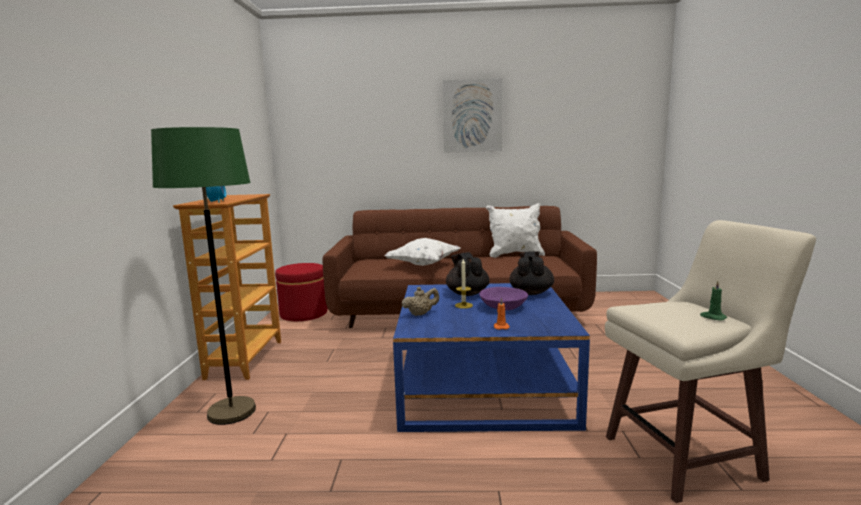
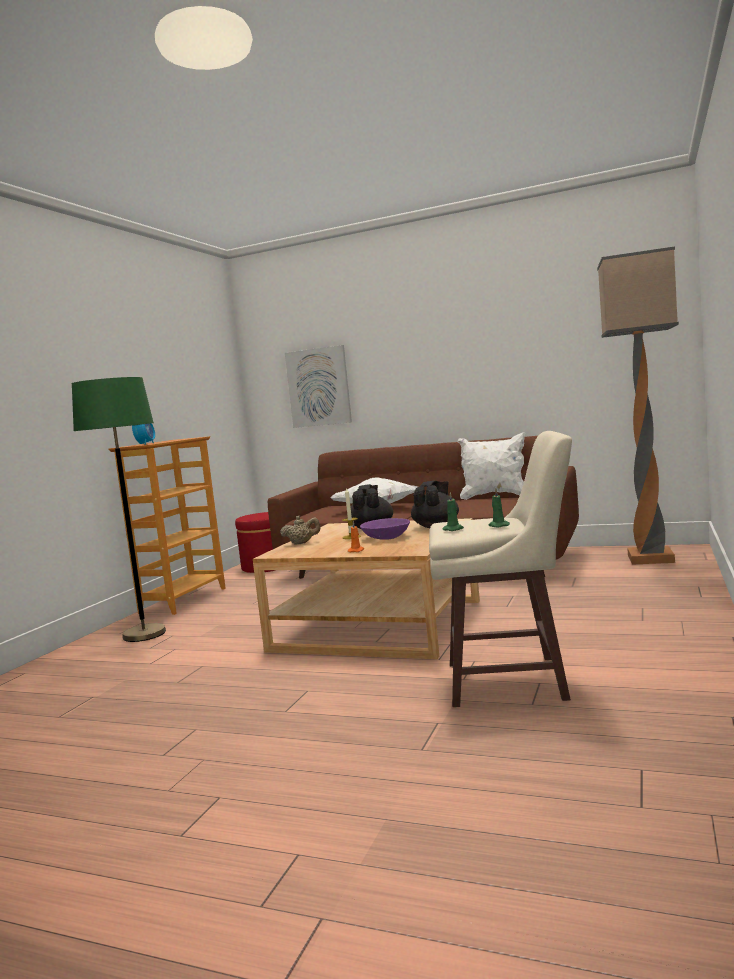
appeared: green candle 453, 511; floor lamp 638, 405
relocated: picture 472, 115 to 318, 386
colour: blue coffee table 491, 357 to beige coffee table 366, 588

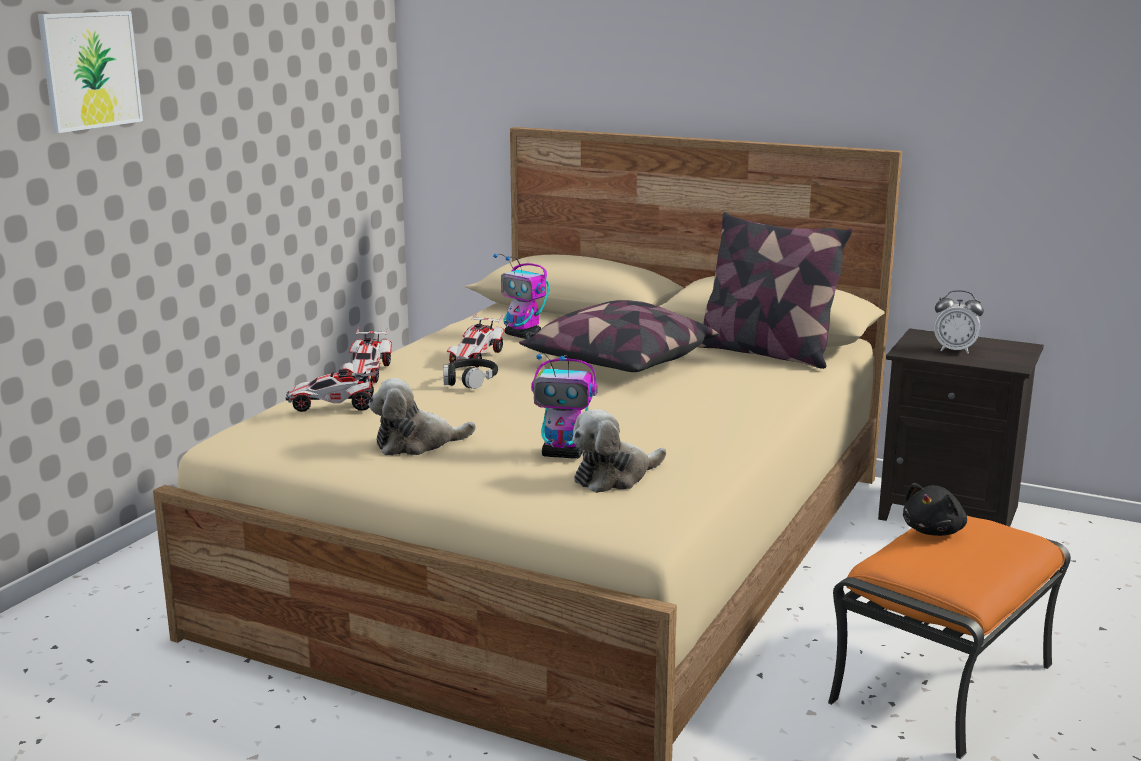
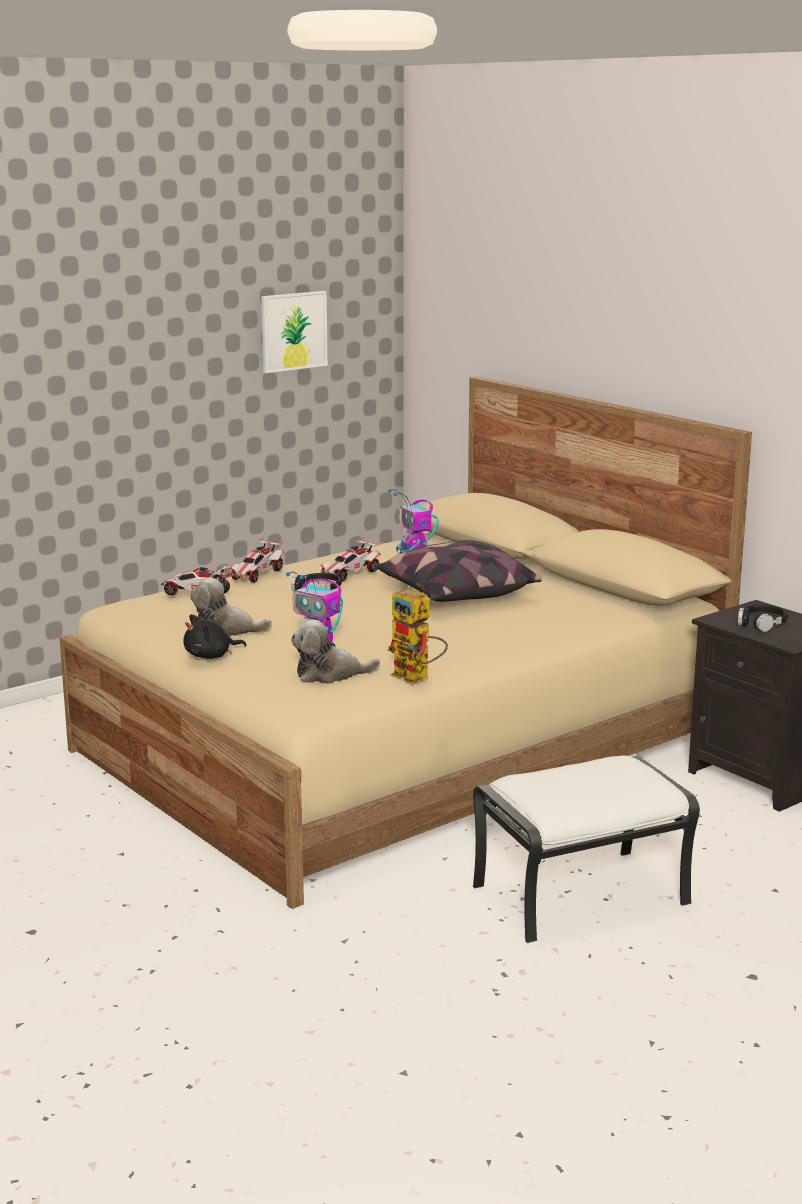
missing: pillow 775, 290
appeared: toy robot 417, 636
relocated: picture 90, 72 to 294, 332; black plush toy 935, 509 to 215, 636
exchanged: alarm clock 959, 322 to black headphones 763, 618
colour: orange ottoman 949, 637 to white ottoman 586, 849

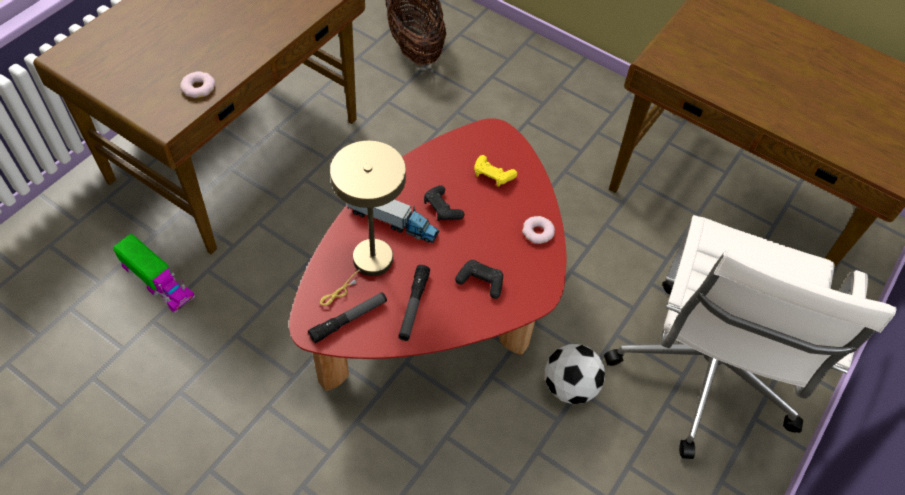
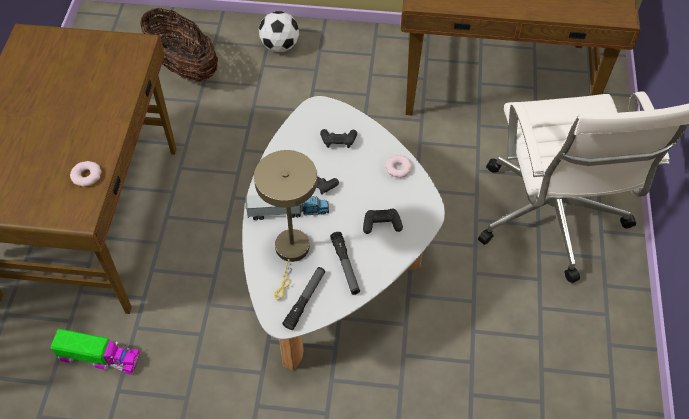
relocated: football 575, 374 to 279, 31
colour: red coffee table 427, 254 to white coffee table 343, 233; yellow game controller 495, 171 to black game controller 338, 138

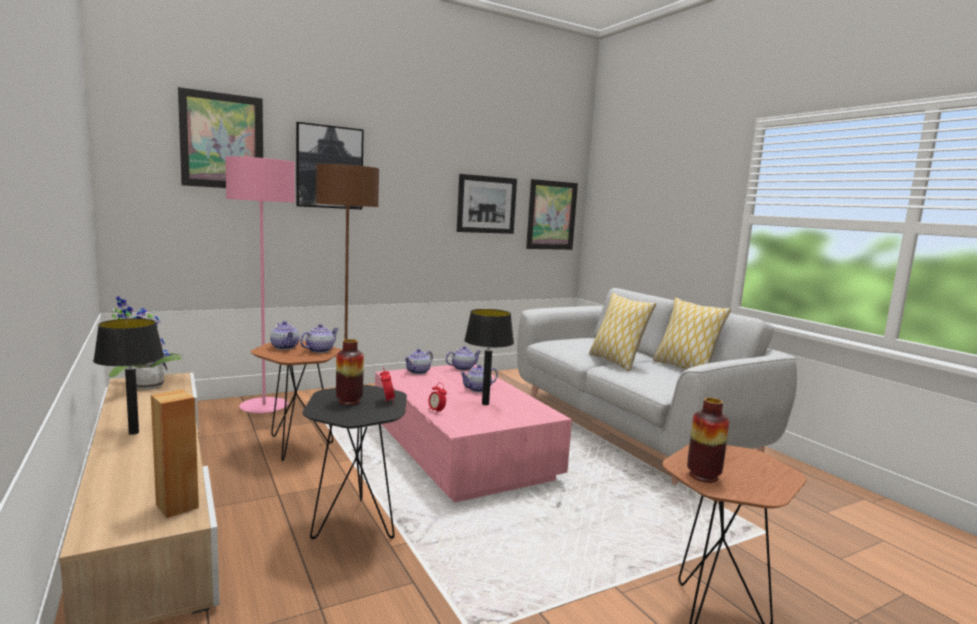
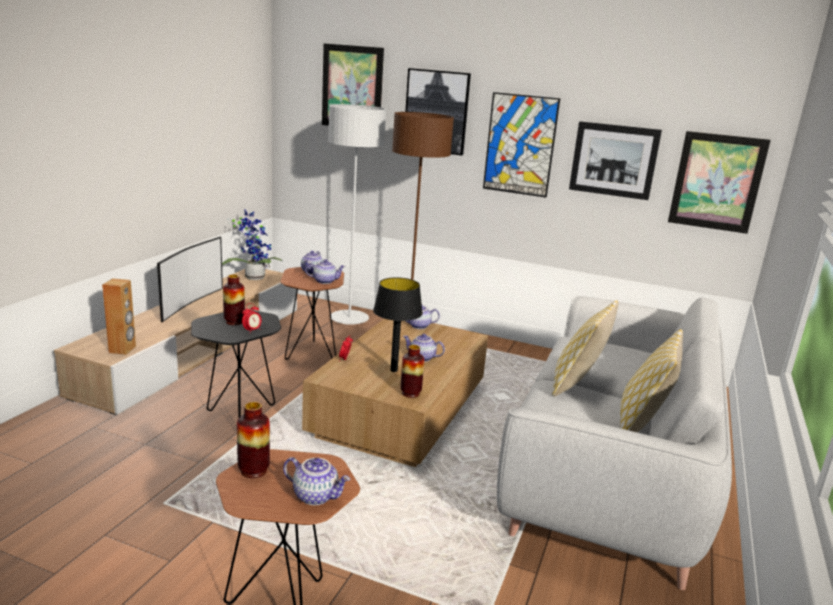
appeared: vase 412, 371; picture 521, 144
relocated: teapot 463, 358 to 316, 481
exchanged: black table lamp 128, 376 to television 190, 279
colour: pink floor lamp 260, 284 to grey floor lamp 357, 214; pink coffee table 473, 434 to brown coffee table 395, 393

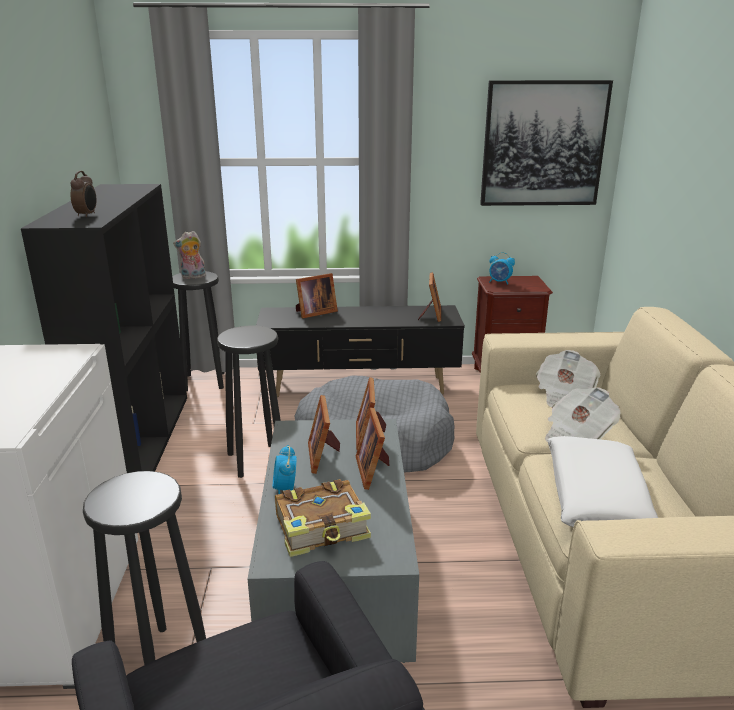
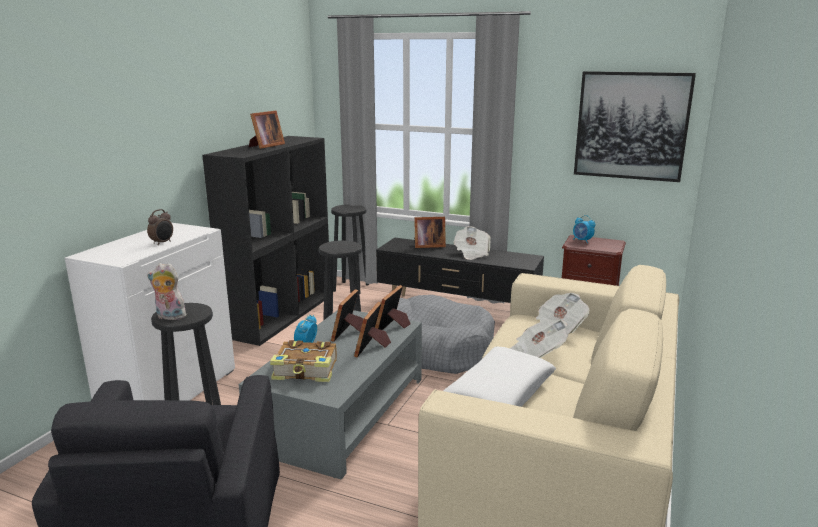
appeared: newspaper 472, 243
relocated: alarm clock 83, 194 to 160, 227; plush toy 189, 255 to 168, 291; picture frame 429, 297 to 267, 130

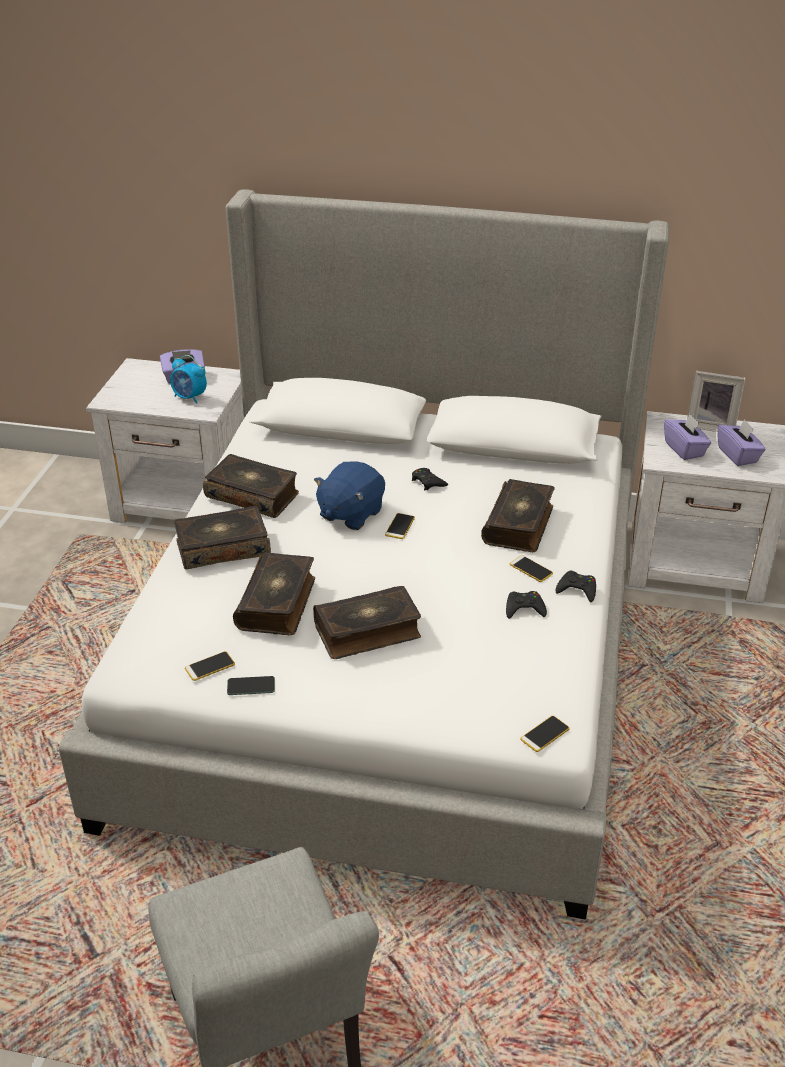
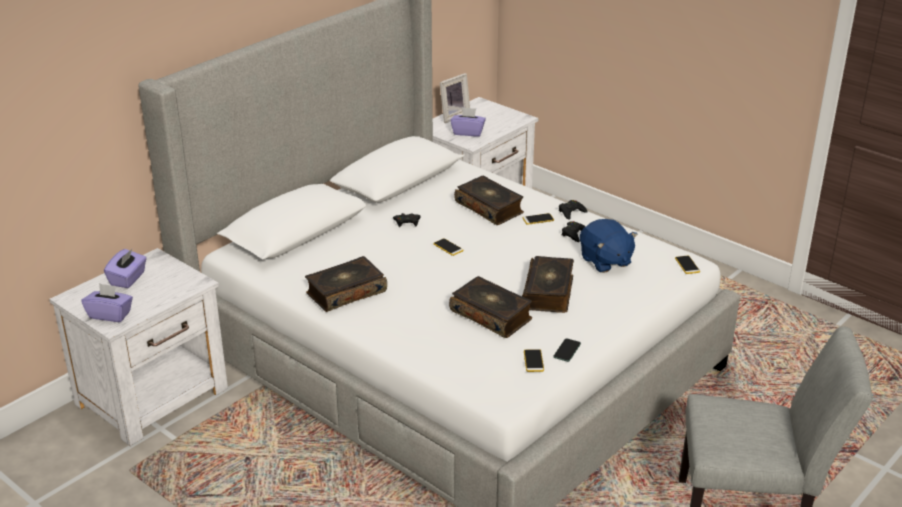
missing: alarm clock 188, 379; book 222, 538
relocated: blue plush toy 349, 495 to 609, 246; purple tissue box 742, 442 to 107, 302

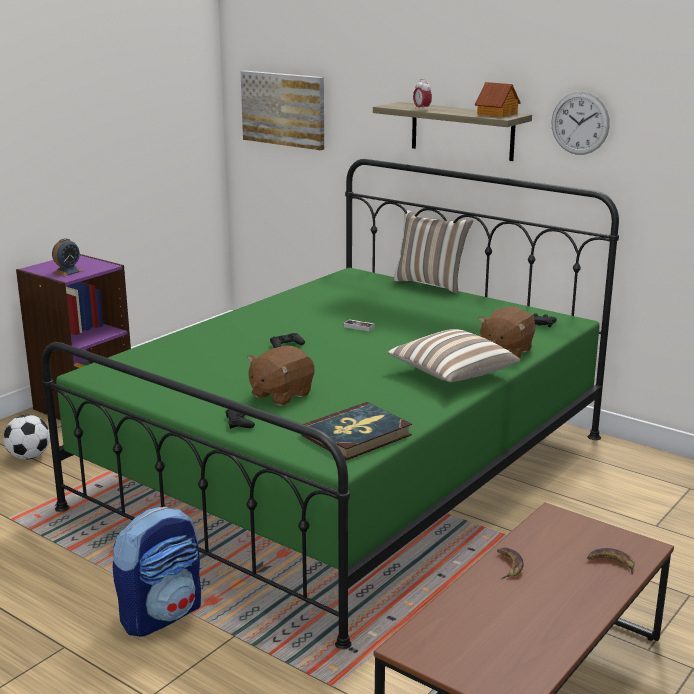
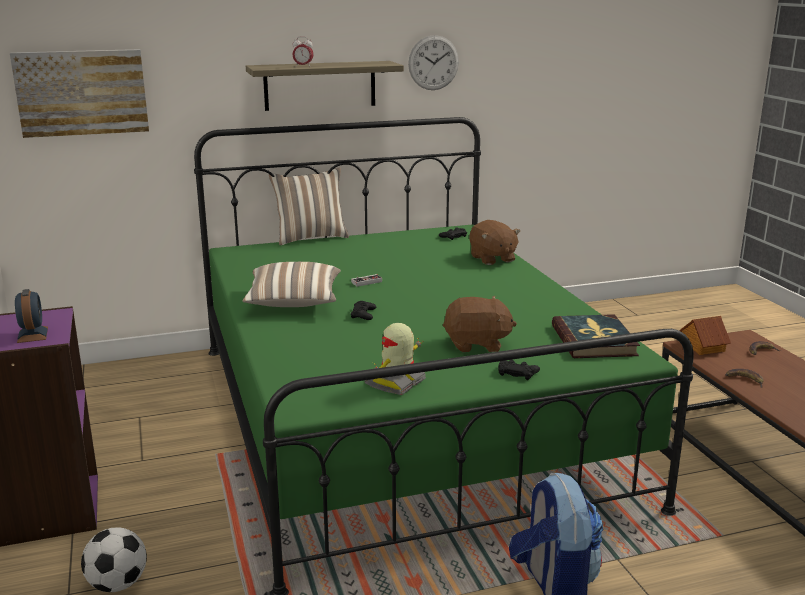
appeared: toy robot 395, 359
relocated: pillow 453, 356 to 292, 284; toy house 497, 99 to 705, 335
spun: brown plush toy 281, 376 = 480, 324 75 degrees counterclockwise

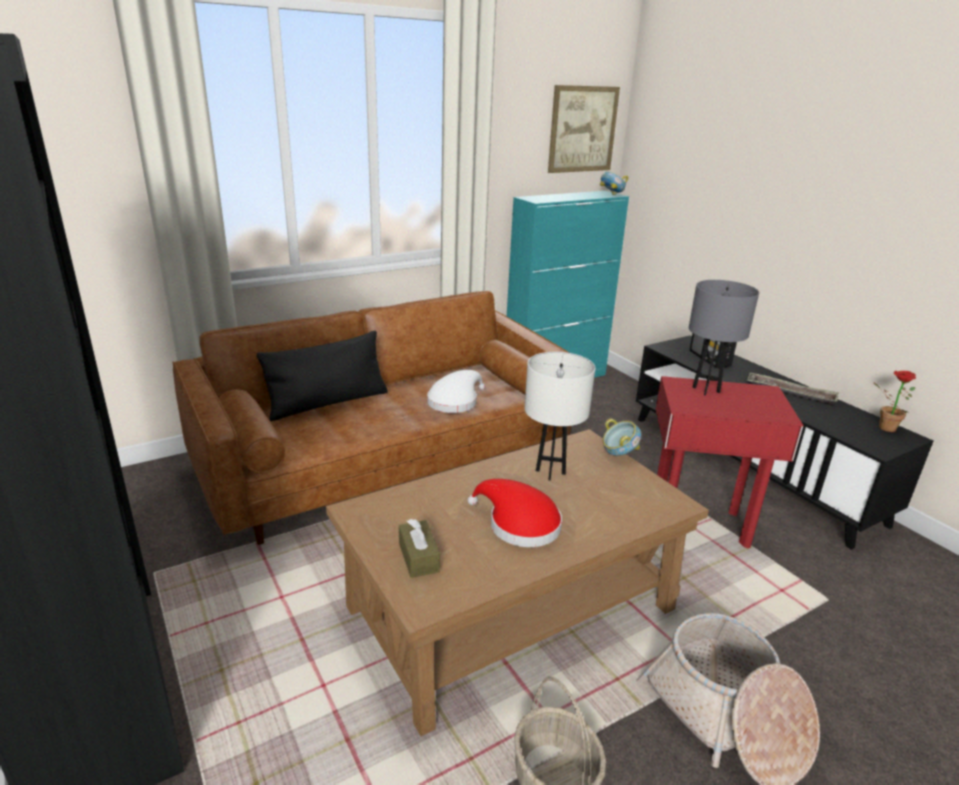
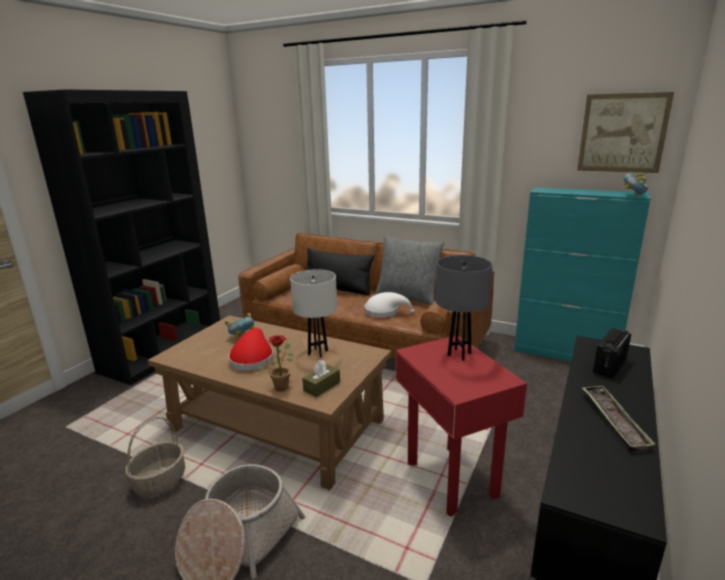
appeared: grey pillow 409, 270
relocated: brown tissue box 419, 548 to 321, 378; bowl 622, 437 to 239, 324; potted plant 894, 401 to 275, 363

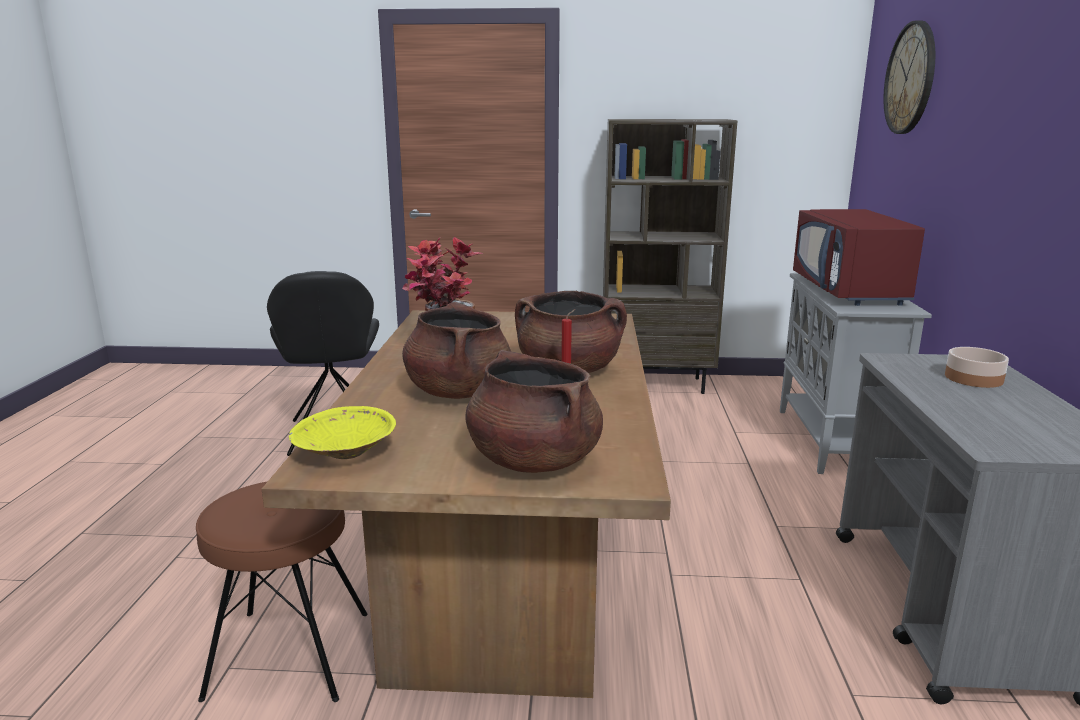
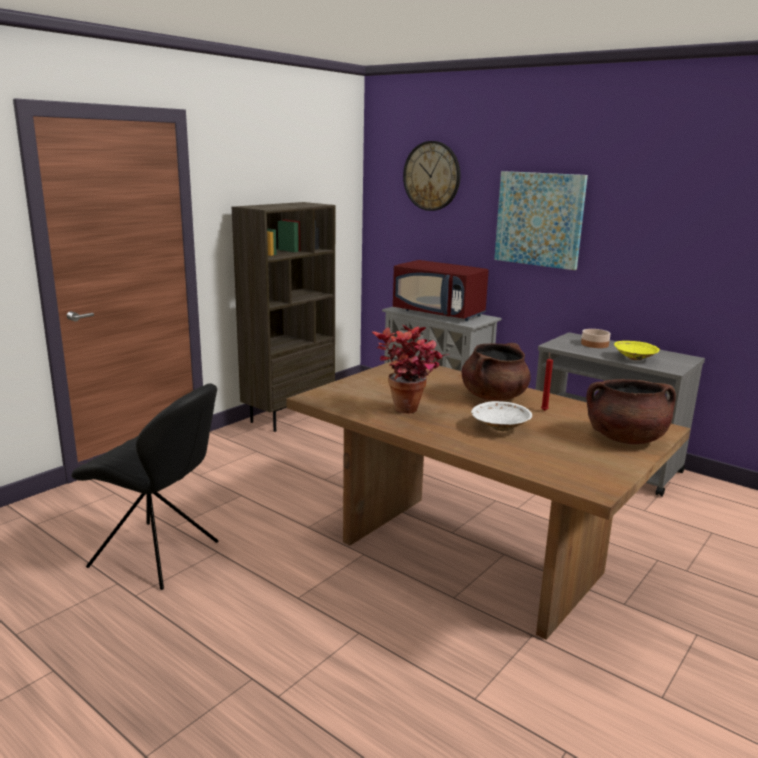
missing: brown stool 282, 591
appeared: picture 541, 220
relocated: yellow bowl 342, 432 to 637, 350
exchanged: brown cooking pot 456, 350 to white bowl 501, 416

